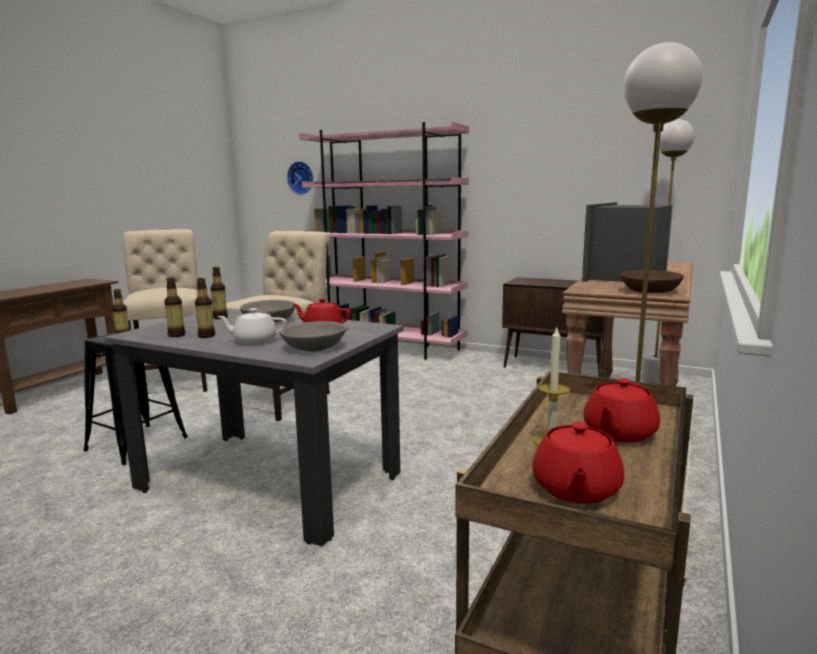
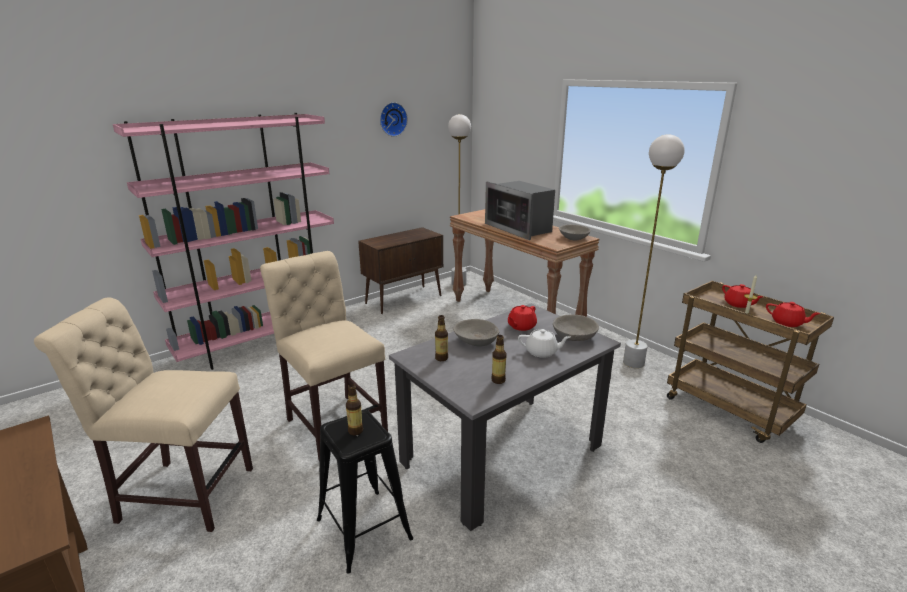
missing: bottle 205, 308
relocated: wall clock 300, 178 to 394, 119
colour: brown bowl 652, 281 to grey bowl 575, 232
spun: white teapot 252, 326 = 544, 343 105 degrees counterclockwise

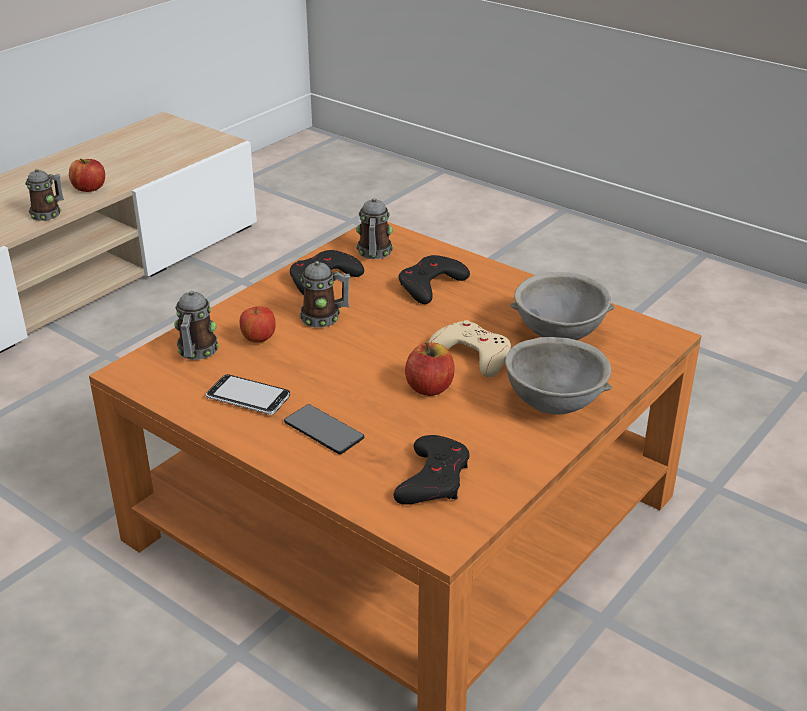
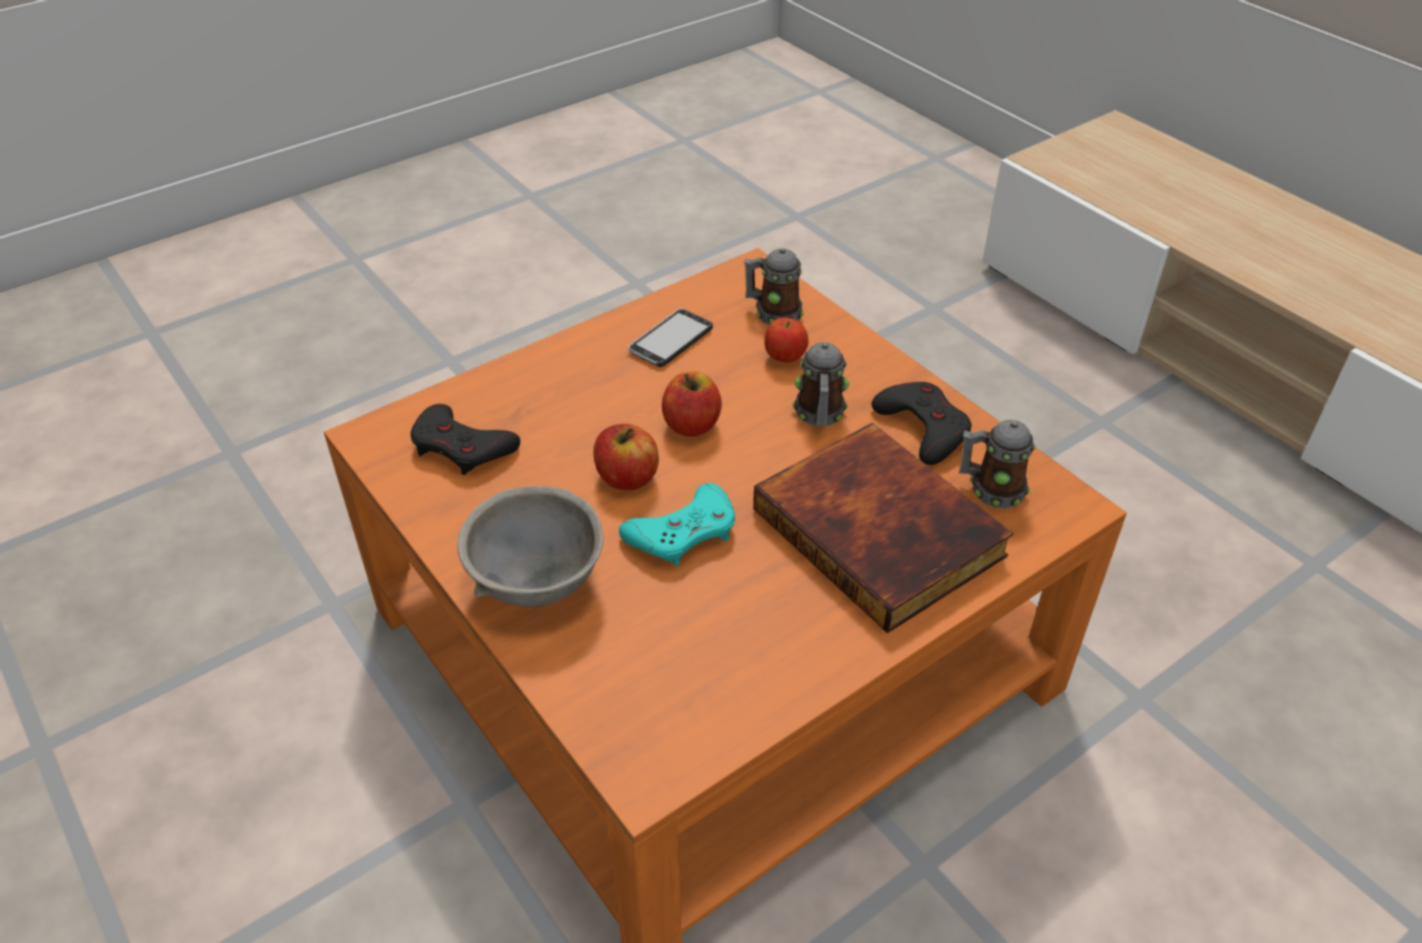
missing: mug 44, 195; phone 324, 429; grey bowl 563, 306
relocated: apple 87, 175 to 692, 404
exchanged: black game controller 434, 279 to book 883, 528
colour: beige game controller 469, 348 to turquoise game controller 677, 524

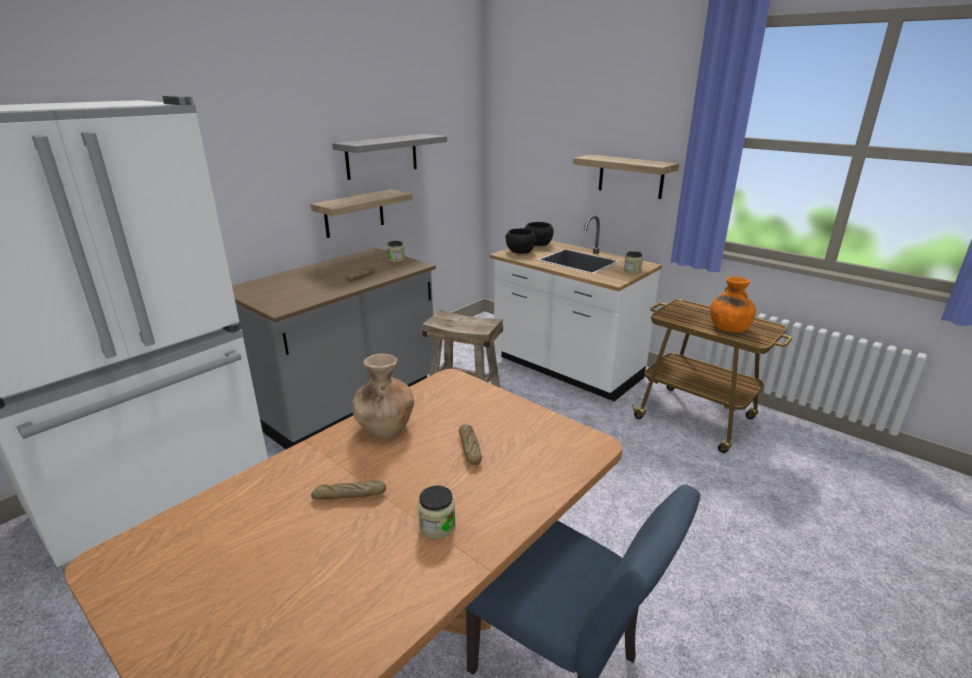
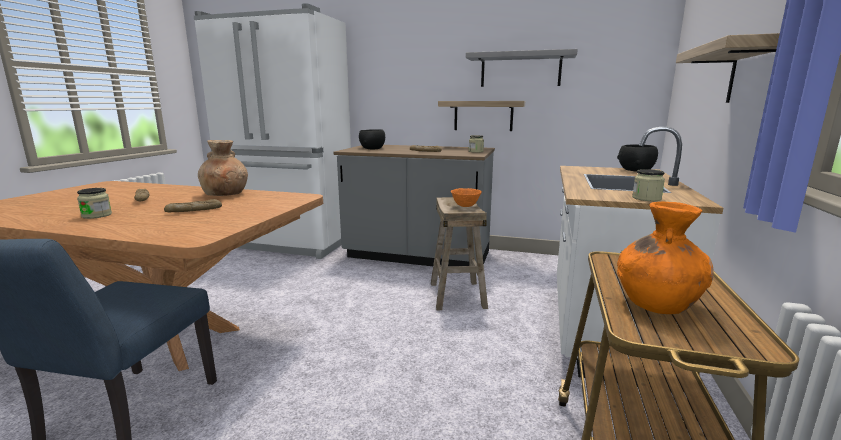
appeared: orange bowl 466, 197
relocated: black bowl 520, 241 to 372, 139

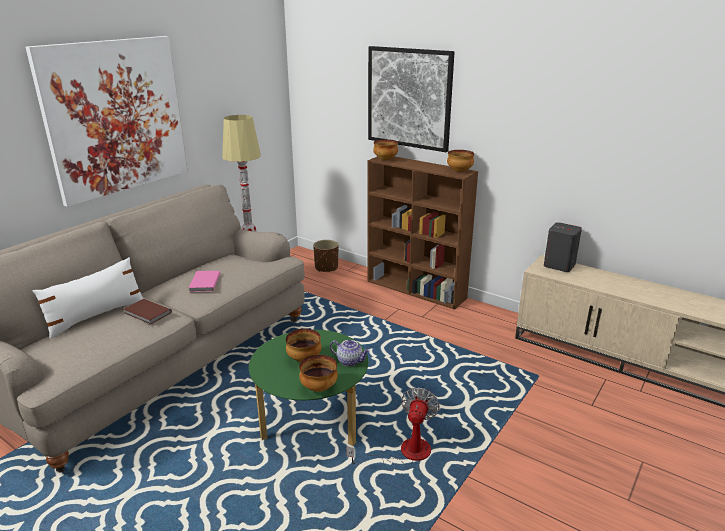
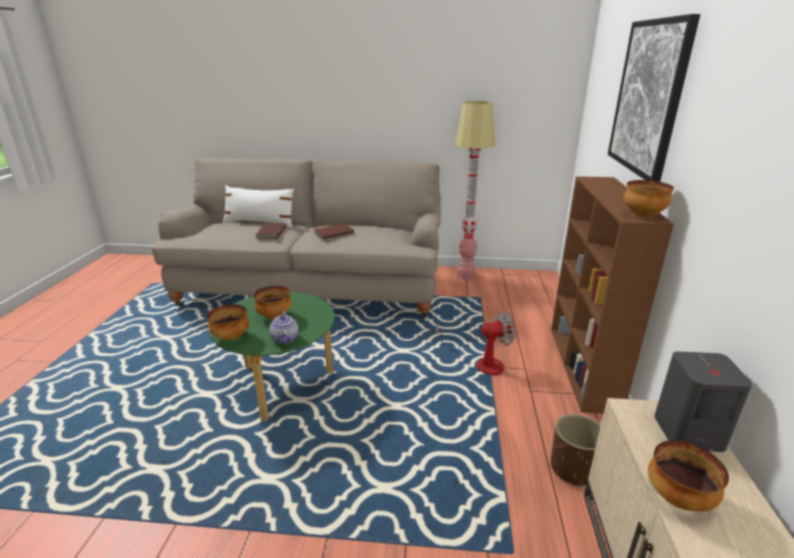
missing: picture 106, 121
relocated: brown planter 325, 256 to 576, 450; fan 393, 428 to 475, 343; bowl 385, 149 to 688, 475
colour: pink book 204, 281 to brown book 334, 231

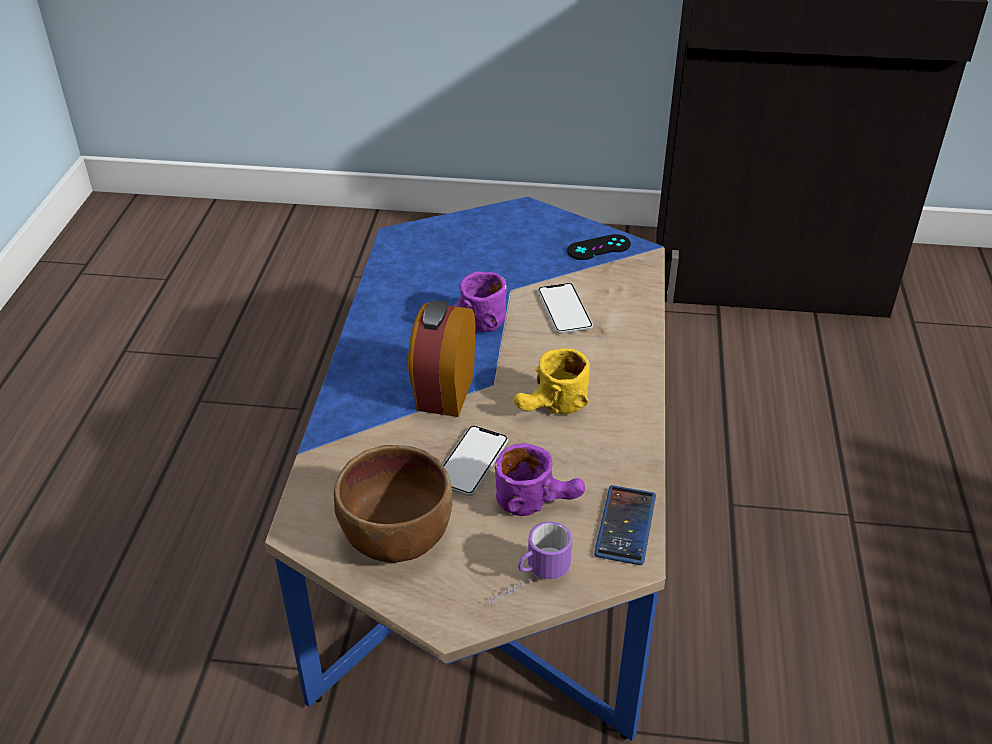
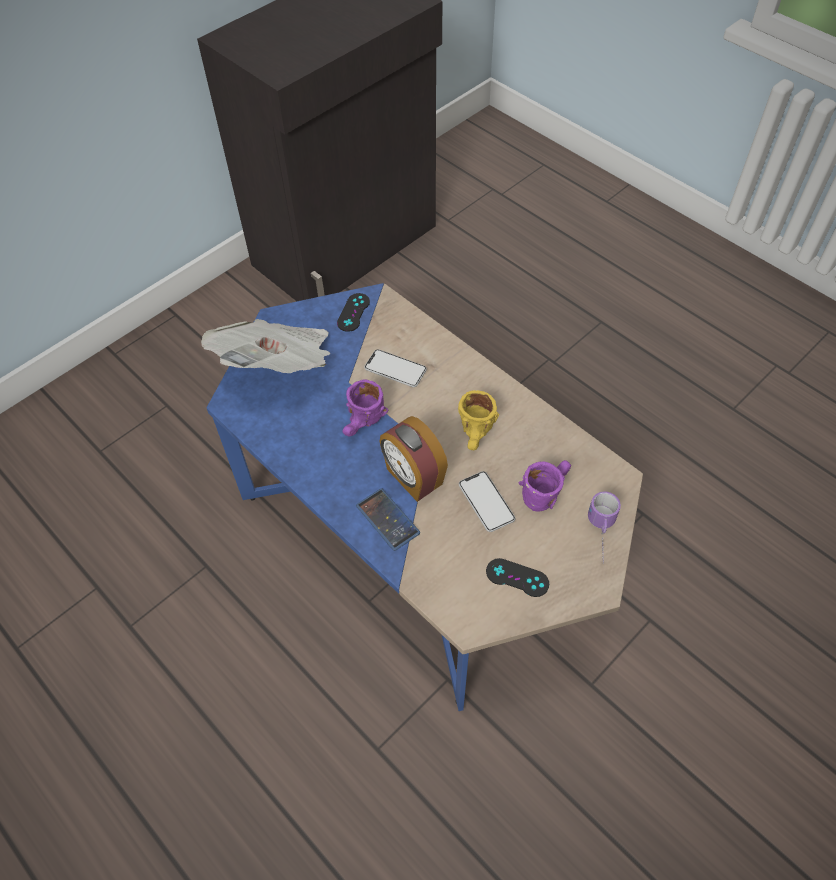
appeared: newspaper 265, 346
relocated: phone 625, 525 to 388, 519
exchanged: brown bowl 393, 504 to black game controller 517, 577

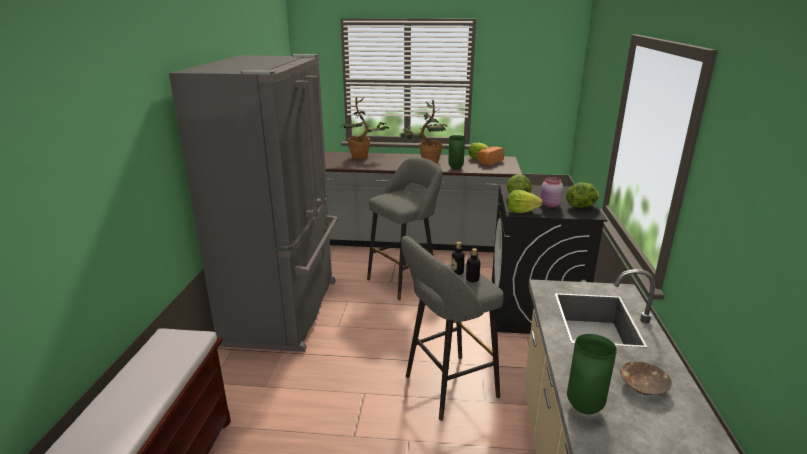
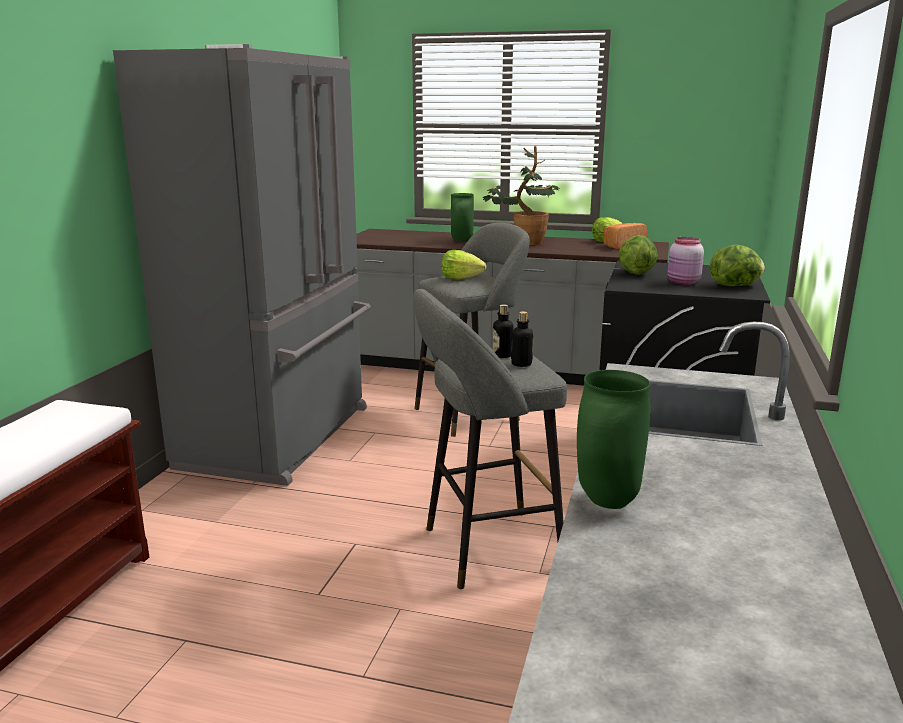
missing: potted plant 365, 128; brown bowl 646, 378
relocated: green vase 456, 152 to 462, 217; lettuce 525, 201 to 464, 265

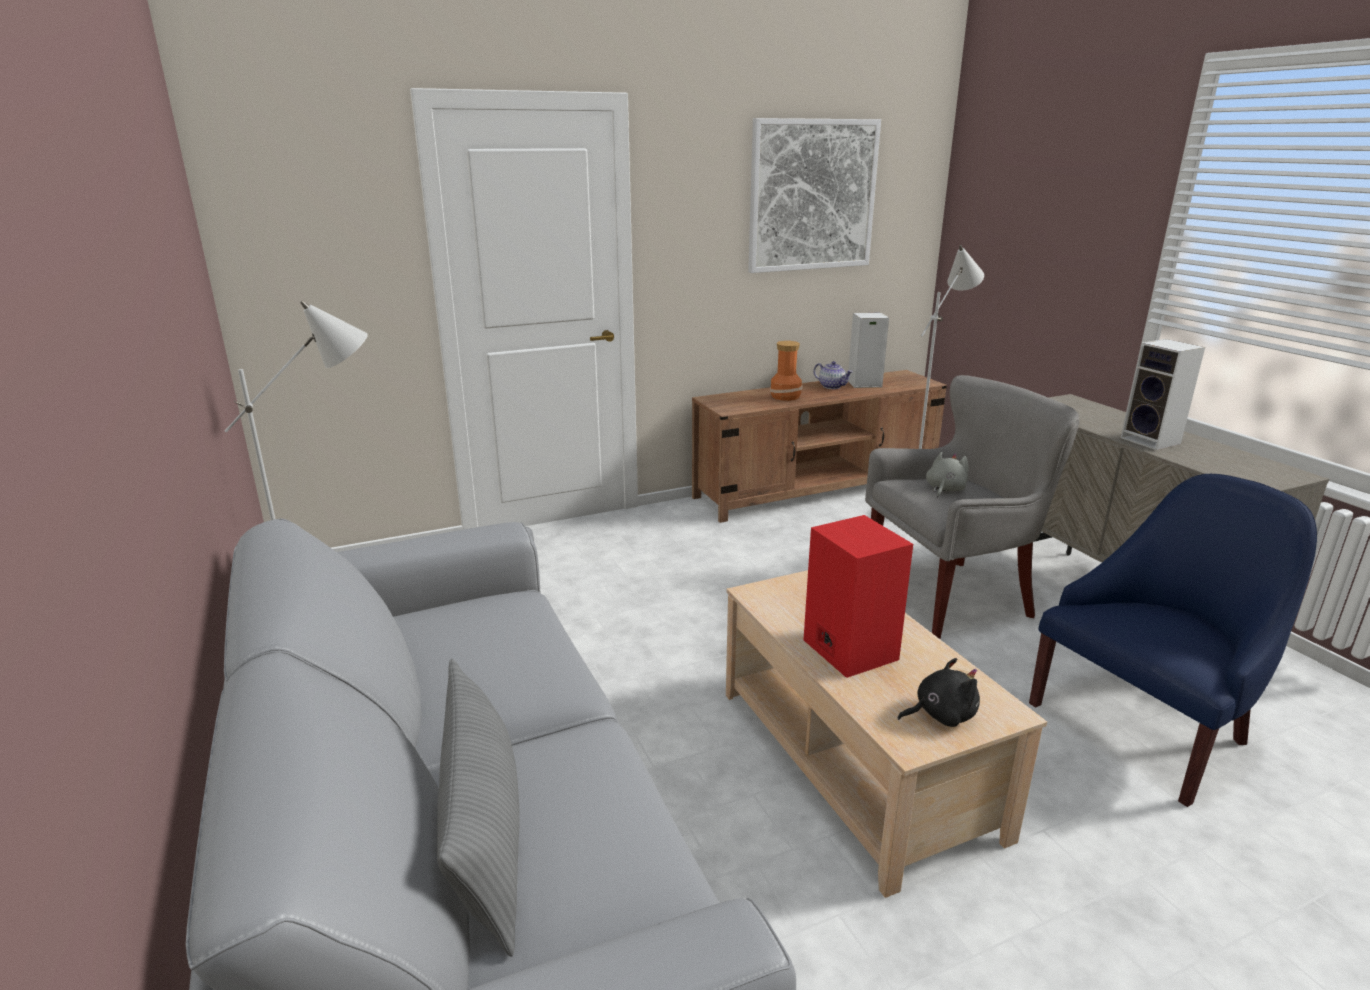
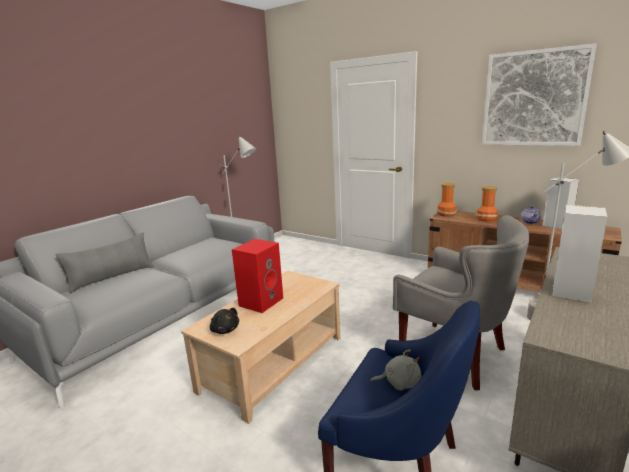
appeared: vase 447, 200
relocated: grey plush toy 947, 475 to 395, 369

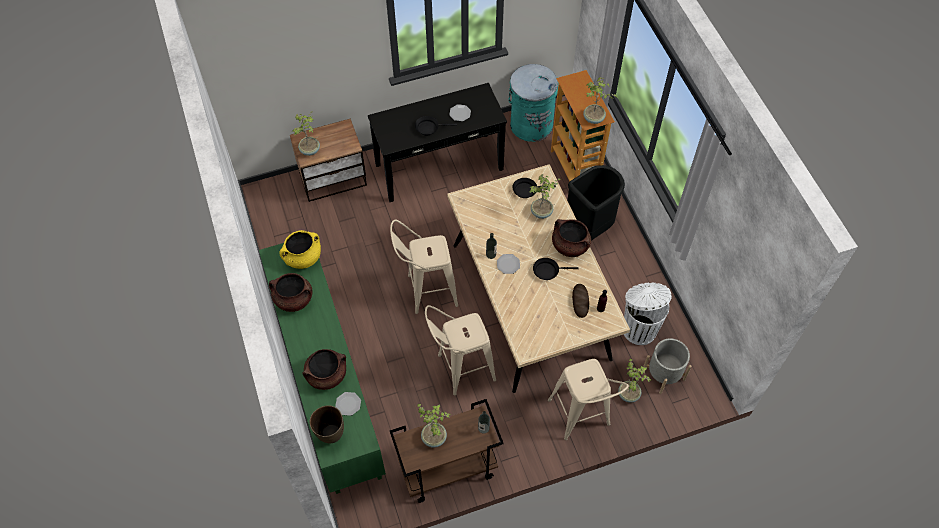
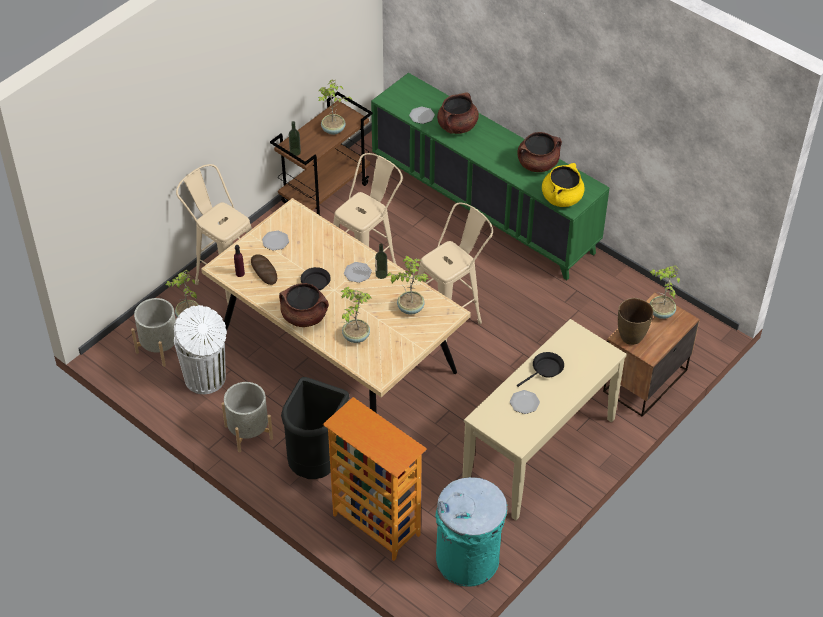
missing: black frying pan 534, 188
appeared: grey planter 247, 417; plate 275, 240
relocated: brown vase 327, 424 to 635, 321; potted plant 600, 100 to 408, 285
colour: black console table 437, 142 to beige console table 544, 420

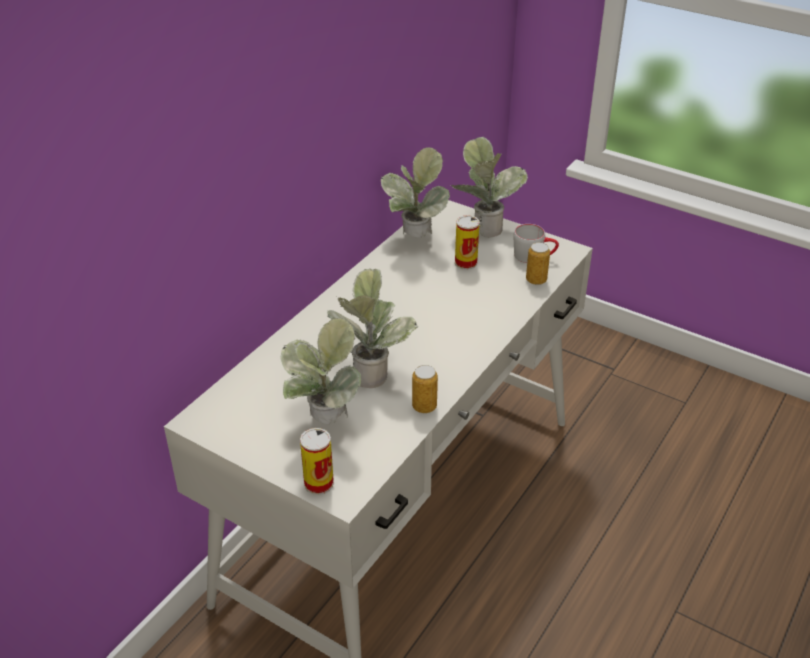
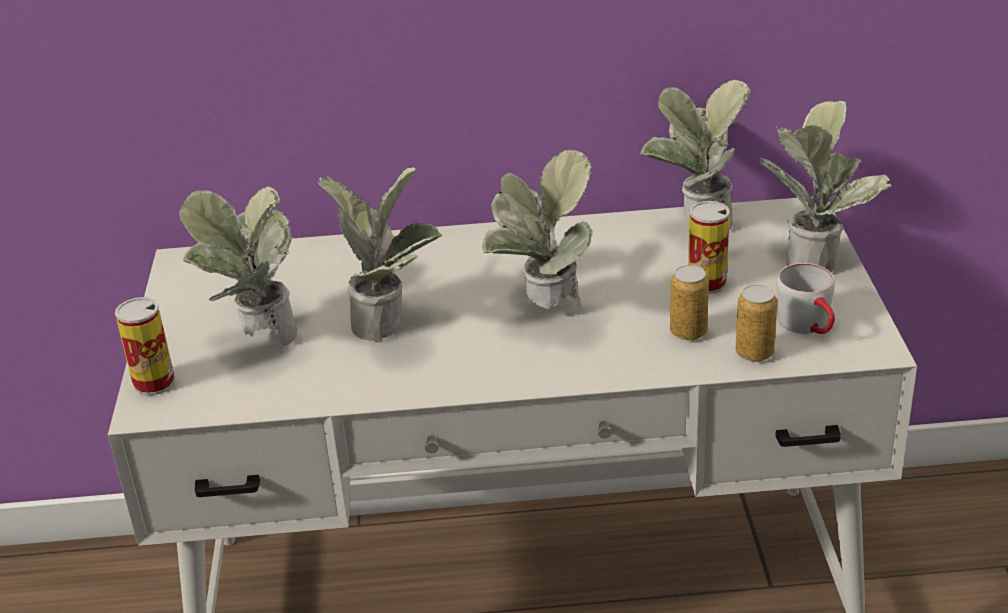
appeared: potted plant 537, 229
relocated: can 425, 389 to 689, 302

